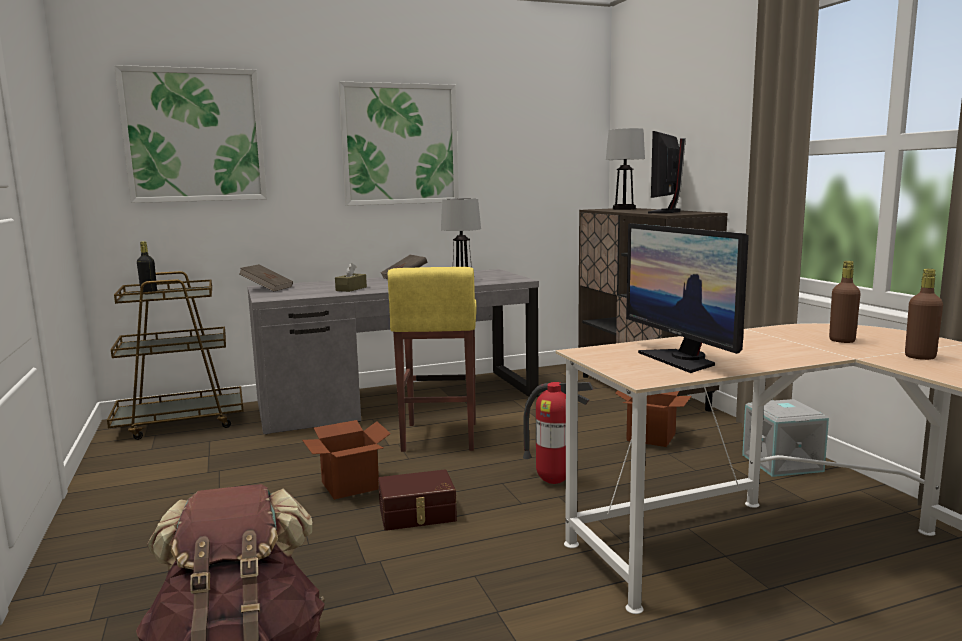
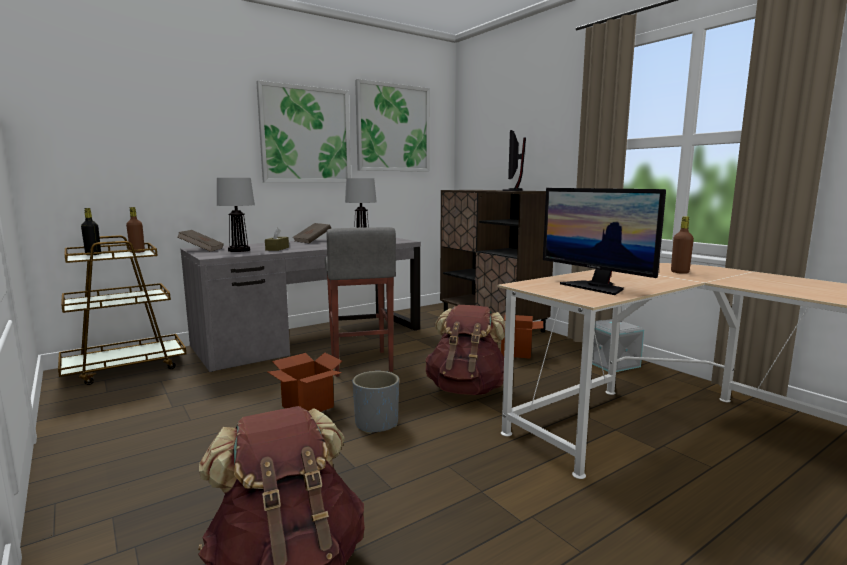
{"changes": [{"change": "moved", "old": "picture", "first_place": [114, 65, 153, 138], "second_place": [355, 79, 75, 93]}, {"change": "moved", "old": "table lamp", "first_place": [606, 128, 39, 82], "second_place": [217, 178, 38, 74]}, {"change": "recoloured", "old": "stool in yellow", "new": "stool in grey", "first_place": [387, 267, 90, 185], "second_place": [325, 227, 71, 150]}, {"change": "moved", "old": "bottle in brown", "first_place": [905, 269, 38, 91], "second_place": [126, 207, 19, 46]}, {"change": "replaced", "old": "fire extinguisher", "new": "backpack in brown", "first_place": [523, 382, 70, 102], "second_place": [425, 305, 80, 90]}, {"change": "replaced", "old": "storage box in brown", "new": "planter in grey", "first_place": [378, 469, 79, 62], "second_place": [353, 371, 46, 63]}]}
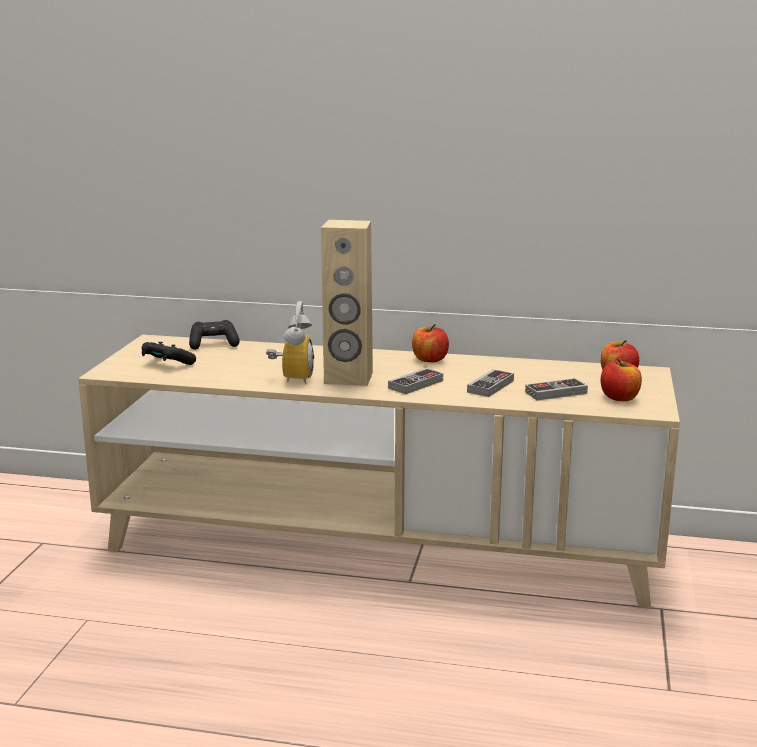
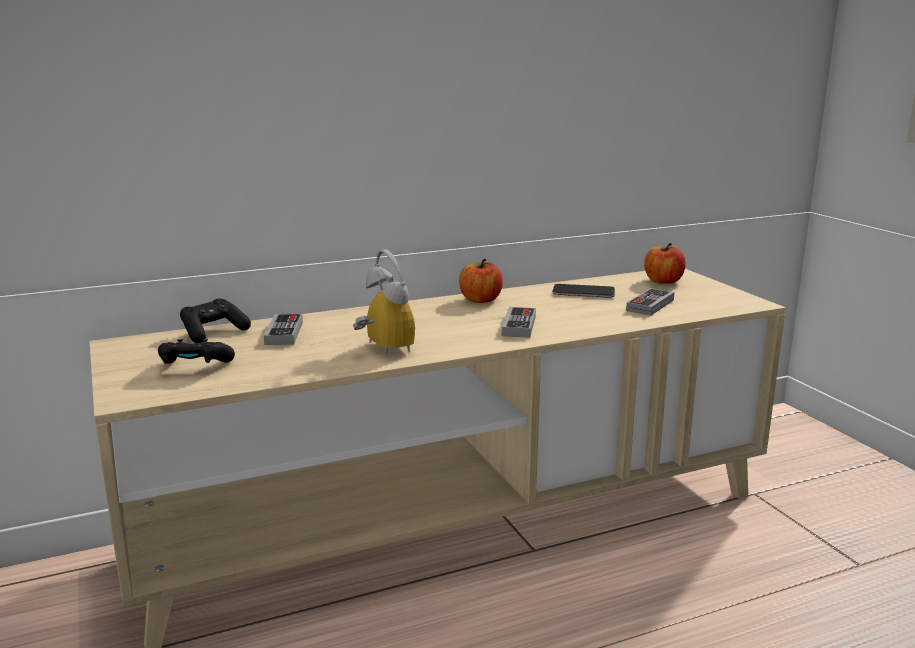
{"changes": [{"change": "removed", "old": "speaker in beige", "first_place": [321, 220, 52, 166]}, {"change": "removed", "old": "apple", "first_place": [601, 359, 41, 42]}, {"change": "moved", "old": "game controller", "first_place": [467, 369, 47, 28], "second_place": [264, 314, 39, 31]}, {"change": "added", "new": "phone", "second_place": [553, 284, 62, 14]}]}
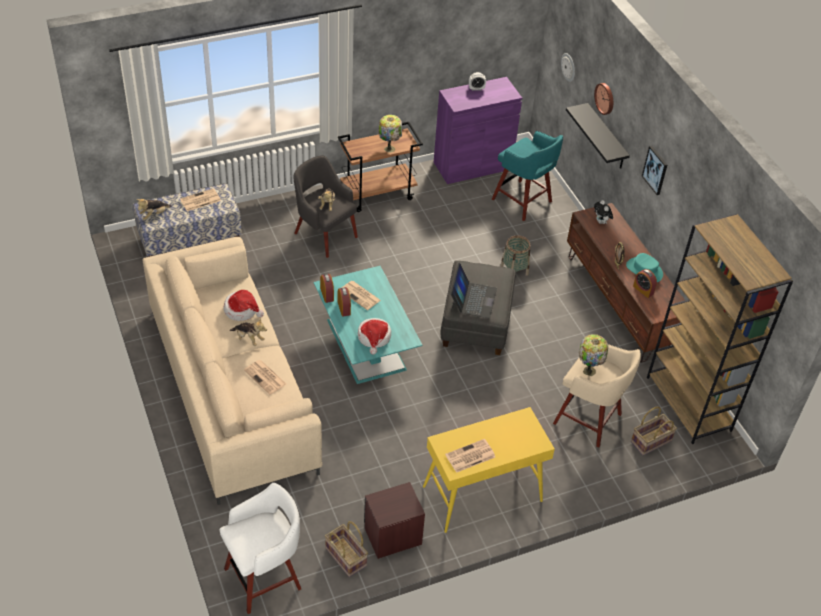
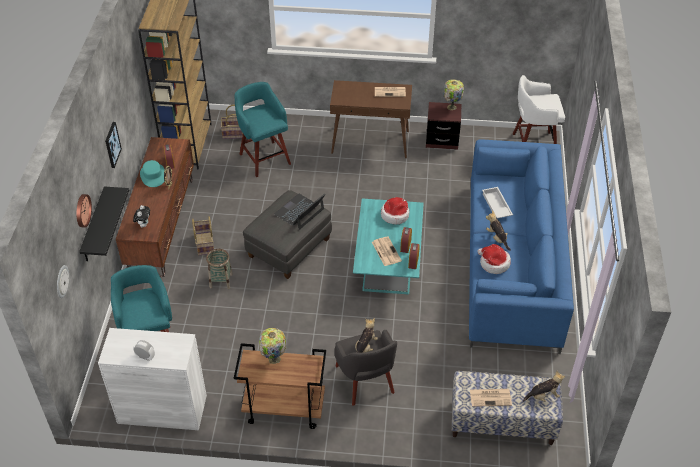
{"changes": [{"change": "recoloured", "old": "cabinet in purple", "new": "cabinet in white", "first_place": [434, 77, 88, 107], "second_place": [98, 328, 109, 102]}, {"change": "recoloured", "old": "sofa in beige", "new": "sofa in blue", "first_place": [142, 237, 180, 268], "second_place": [469, 139, 105, 215]}, {"change": "moved", "old": "table lamp", "first_place": [579, 334, 29, 42], "second_place": [443, 79, 21, 31]}, {"change": "recoloured", "old": "stool in beige", "new": "stool in turquoise", "first_place": [553, 344, 88, 104], "second_place": [234, 82, 57, 95]}, {"change": "replaced", "old": "newspaper", "new": "tray in white", "first_place": [244, 360, 42, 35], "second_place": [482, 187, 31, 31]}, {"change": "recoloured", "old": "console table in yellow", "new": "console table in brown", "first_place": [423, 407, 132, 126], "second_place": [330, 80, 82, 78]}, {"change": "moved", "old": "basket", "first_place": [325, 521, 43, 56], "second_place": [192, 216, 22, 40]}]}
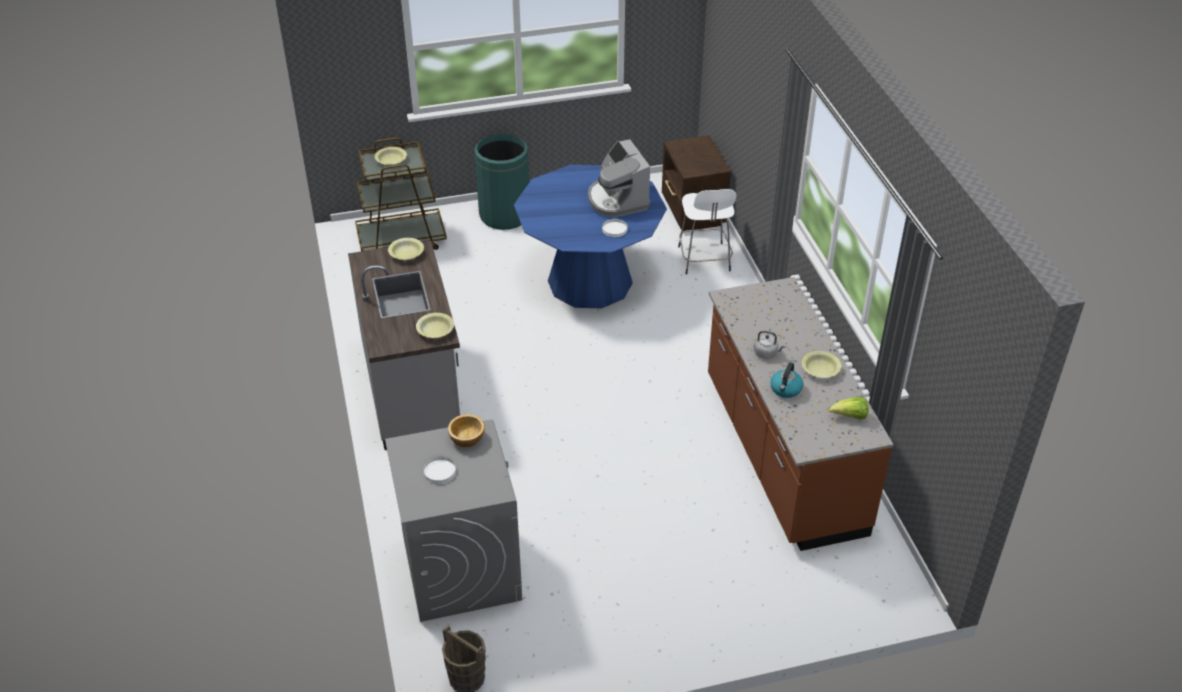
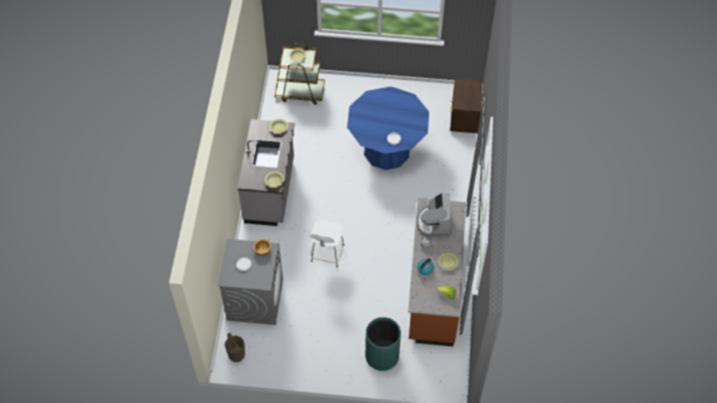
{"changes": [{"change": "moved", "old": "trash can in green", "first_place": [475, 134, 54, 96], "second_place": [365, 317, 36, 54]}, {"change": "moved", "old": "coffee machine", "first_place": [588, 139, 63, 78], "second_place": [417, 193, 34, 43]}, {"change": "moved", "old": "stool in white", "first_place": [678, 189, 58, 85], "second_place": [310, 220, 34, 48]}]}
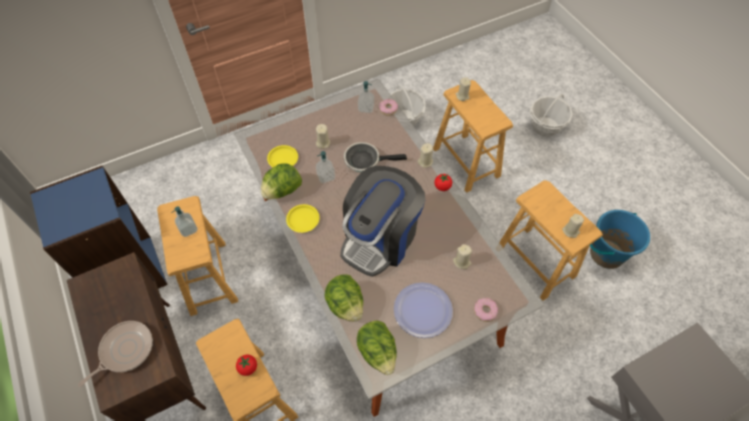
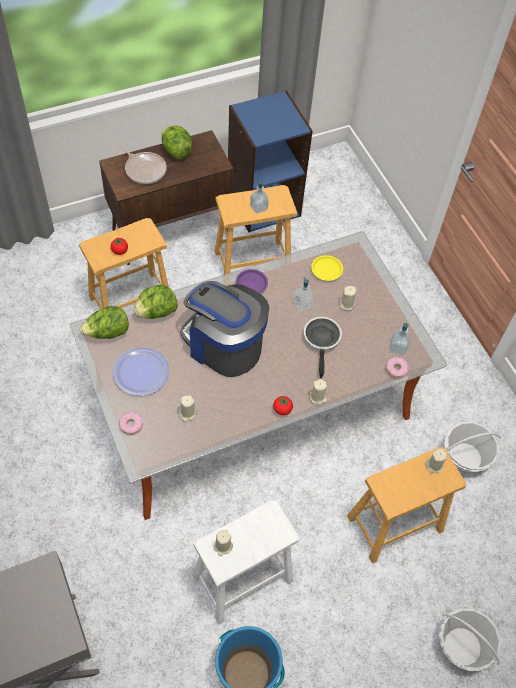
{"changes": [{"change": "moved", "old": "lettuce", "first_place": [261, 163, 41, 36], "second_place": [161, 125, 32, 34]}, {"change": "recoloured", "old": "stool in brown", "new": "stool in white", "first_place": [499, 180, 104, 121], "second_place": [192, 500, 108, 124]}, {"change": "recoloured", "old": "plate in yellow", "new": "plate in purple", "first_place": [286, 204, 34, 29], "second_place": [236, 269, 32, 24]}]}
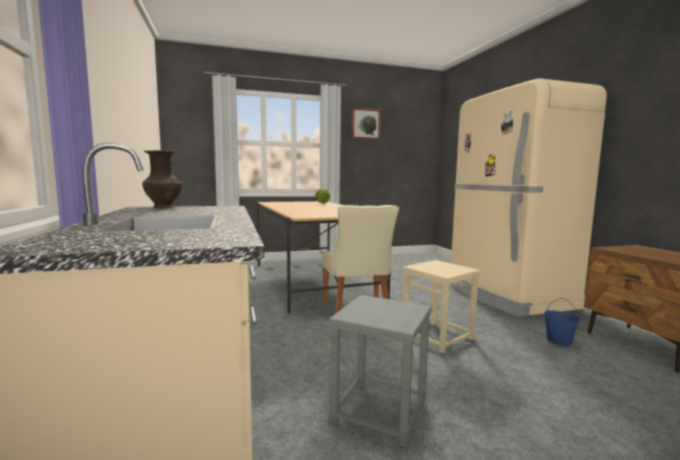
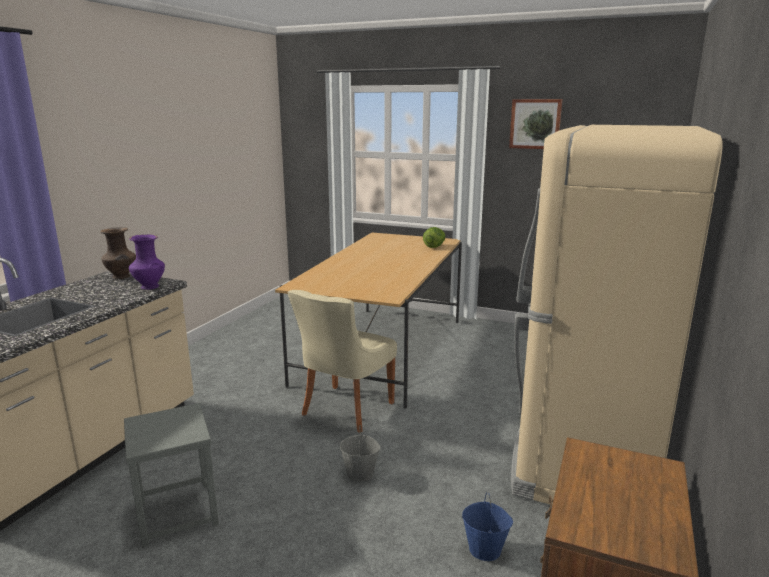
{"changes": [{"change": "replaced", "old": "stool in beige", "new": "bucket in grey", "first_place": [403, 260, 77, 93], "second_place": [340, 425, 41, 57]}, {"change": "added", "new": "vase in purple", "second_place": [129, 234, 36, 56]}]}
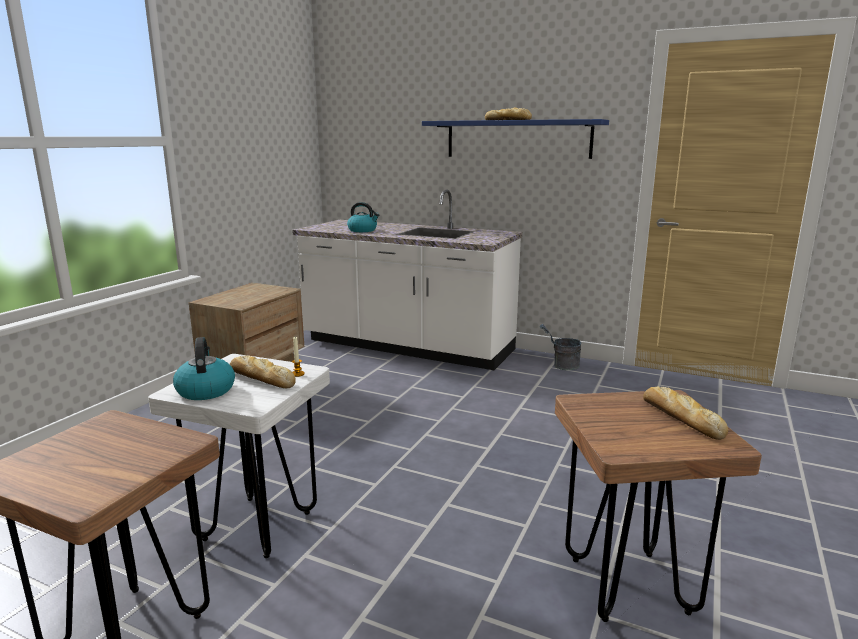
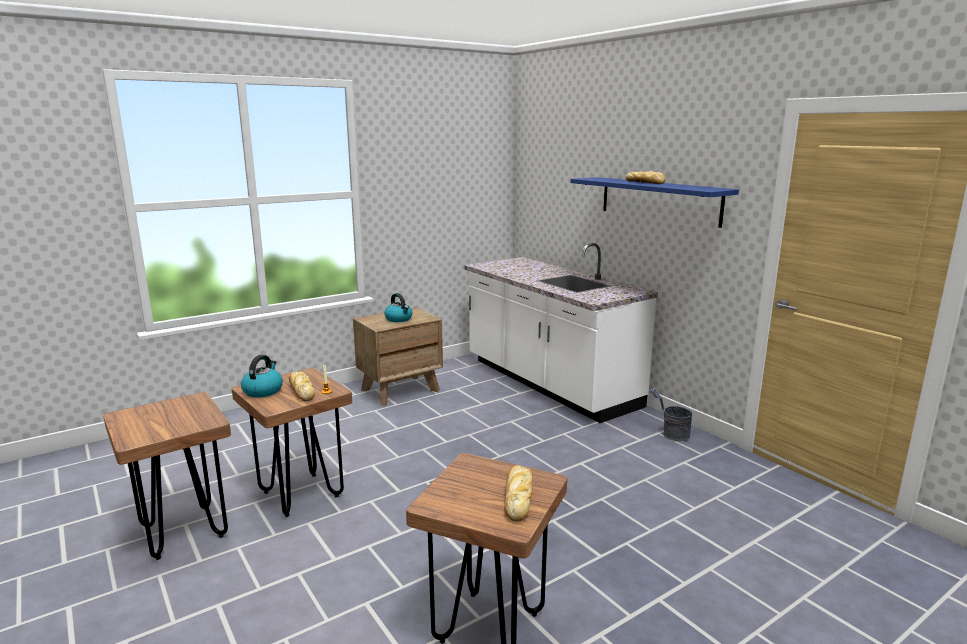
{"changes": [{"change": "moved", "old": "kettle", "first_place": [347, 202, 33, 30], "second_place": [384, 293, 28, 29]}, {"change": "recoloured", "old": "stool in white", "new": "stool in brown", "first_place": [148, 354, 182, 204], "second_place": [232, 368, 120, 149]}]}
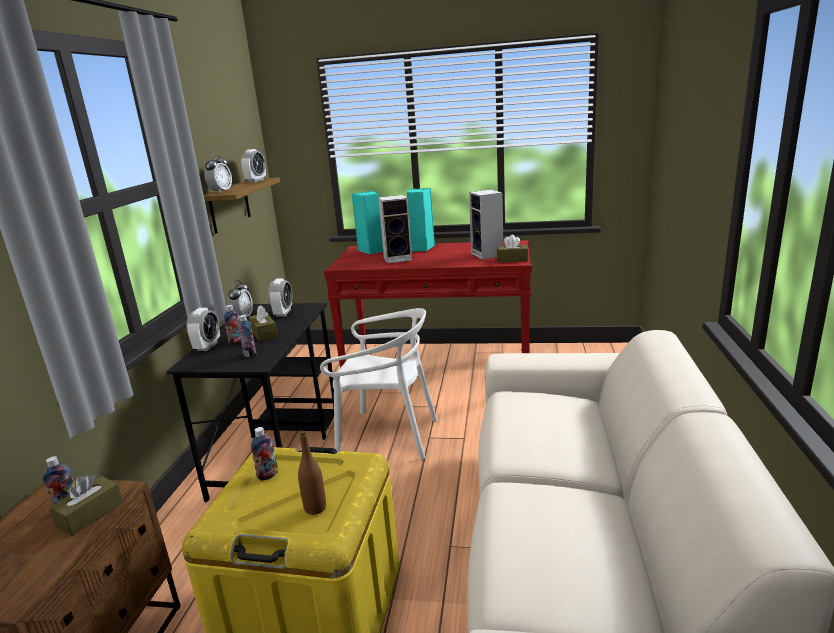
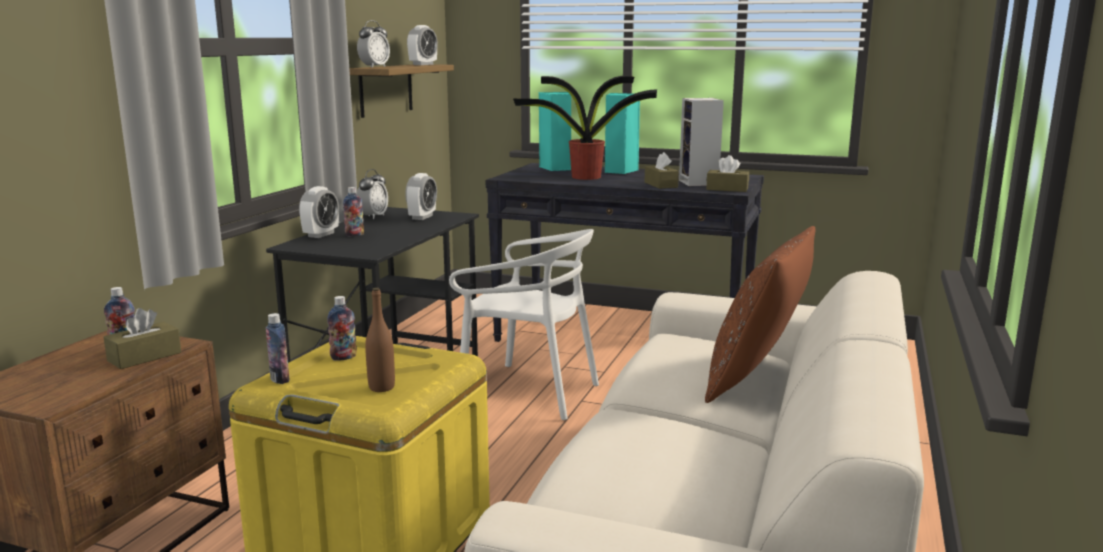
{"changes": [{"change": "replaced", "old": "speaker", "new": "potted plant", "first_place": [378, 195, 34, 68], "second_place": [513, 75, 144, 105]}, {"change": "recoloured", "old": "console table in red", "new": "console table in black", "first_place": [324, 240, 208, 128], "second_place": [486, 163, 278, 179]}, {"change": "moved", "old": "tissue box in brown", "first_place": [249, 305, 29, 37], "second_place": [645, 152, 34, 37]}, {"change": "moved", "old": "bottle", "first_place": [238, 315, 19, 42], "second_place": [265, 313, 25, 71]}, {"change": "added", "new": "pillow in brown", "second_place": [705, 226, 111, 177]}]}
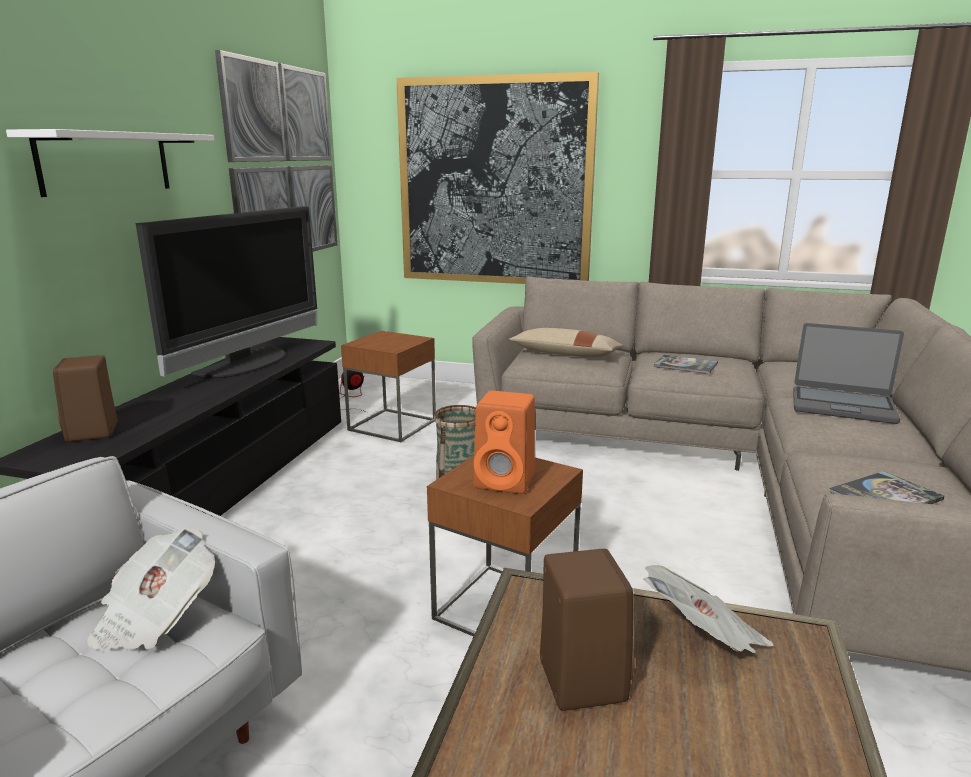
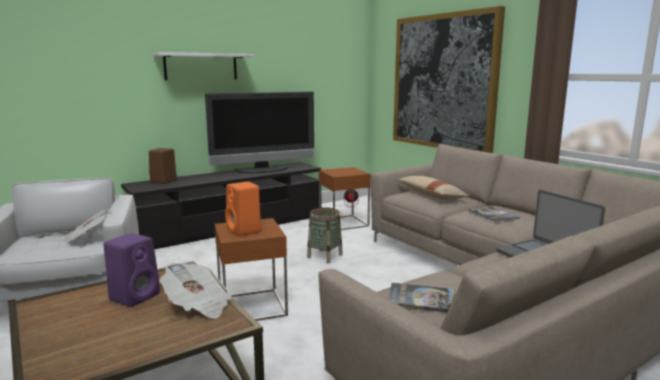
{"changes": [{"change": "removed", "old": "picture", "first_place": [215, 50, 122, 202]}, {"change": "recoloured", "old": "speaker in brown", "new": "speaker in purple", "first_place": [540, 549, 95, 162], "second_place": [104, 233, 56, 74]}]}
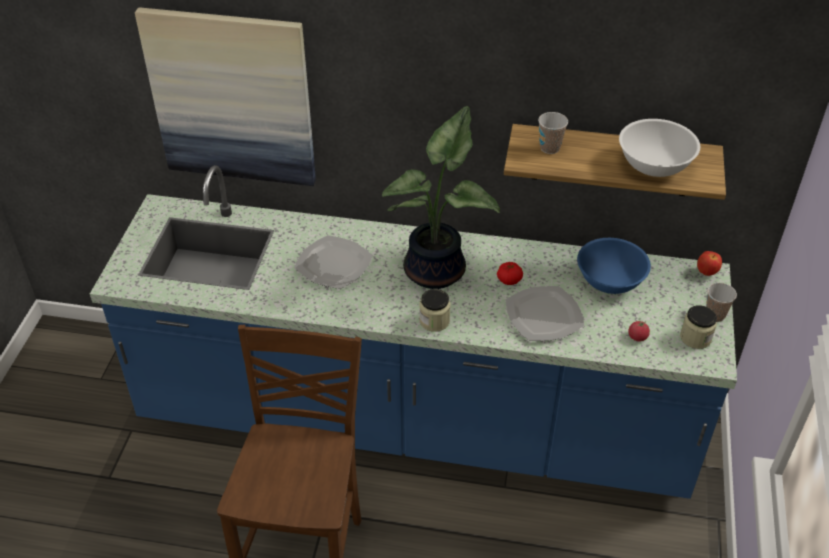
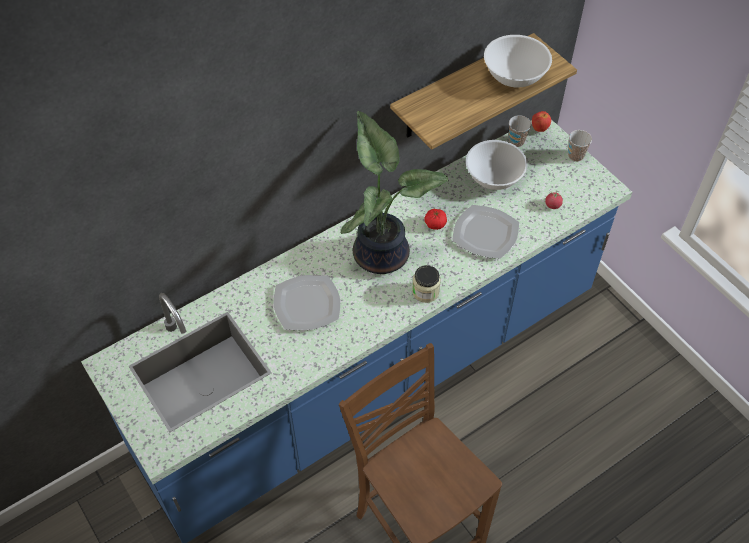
{"changes": [{"change": "removed", "old": "picture", "first_place": [135, 7, 181, 179]}, {"change": "moved", "old": "cup", "first_place": [538, 112, 30, 42], "second_place": [509, 115, 22, 32]}, {"change": "recoloured", "old": "bowl in blue", "new": "bowl in white", "first_place": [577, 238, 74, 56], "second_place": [466, 140, 62, 50]}, {"change": "removed", "old": "jar", "first_place": [680, 305, 37, 44]}]}
